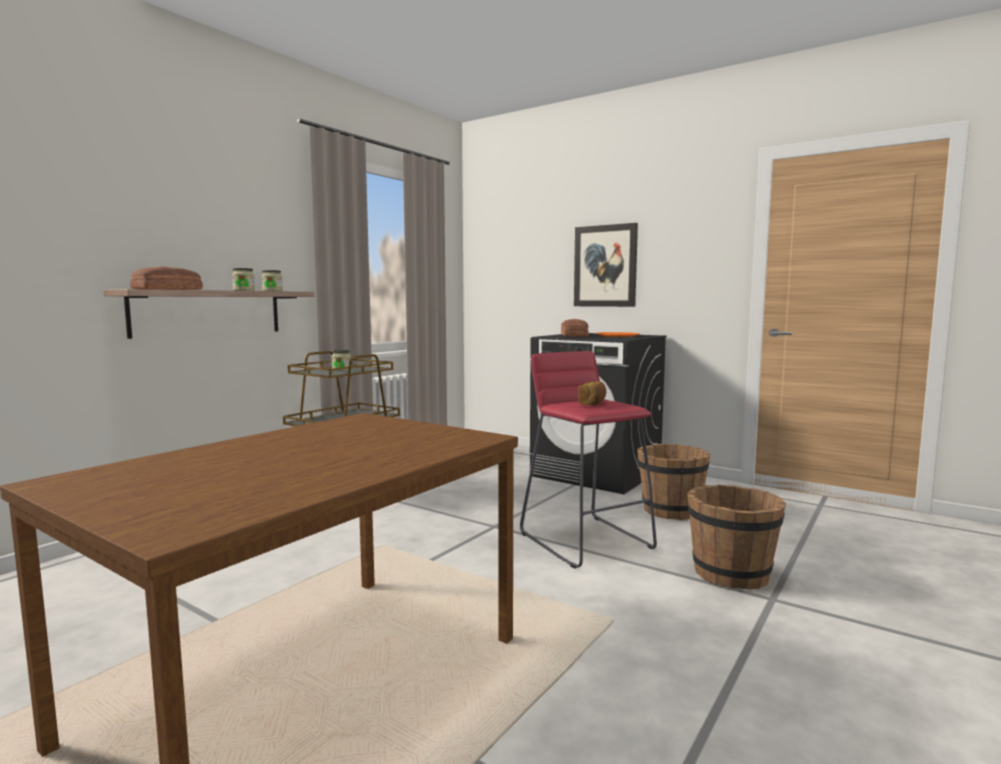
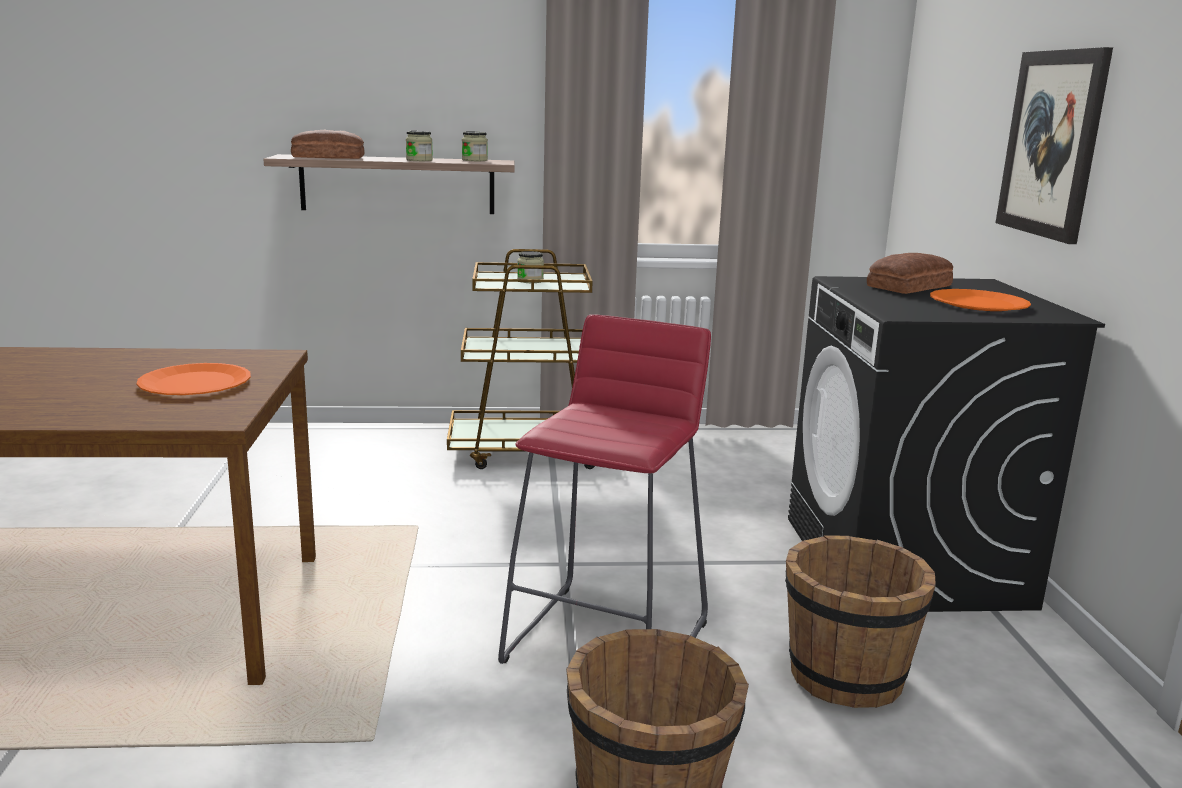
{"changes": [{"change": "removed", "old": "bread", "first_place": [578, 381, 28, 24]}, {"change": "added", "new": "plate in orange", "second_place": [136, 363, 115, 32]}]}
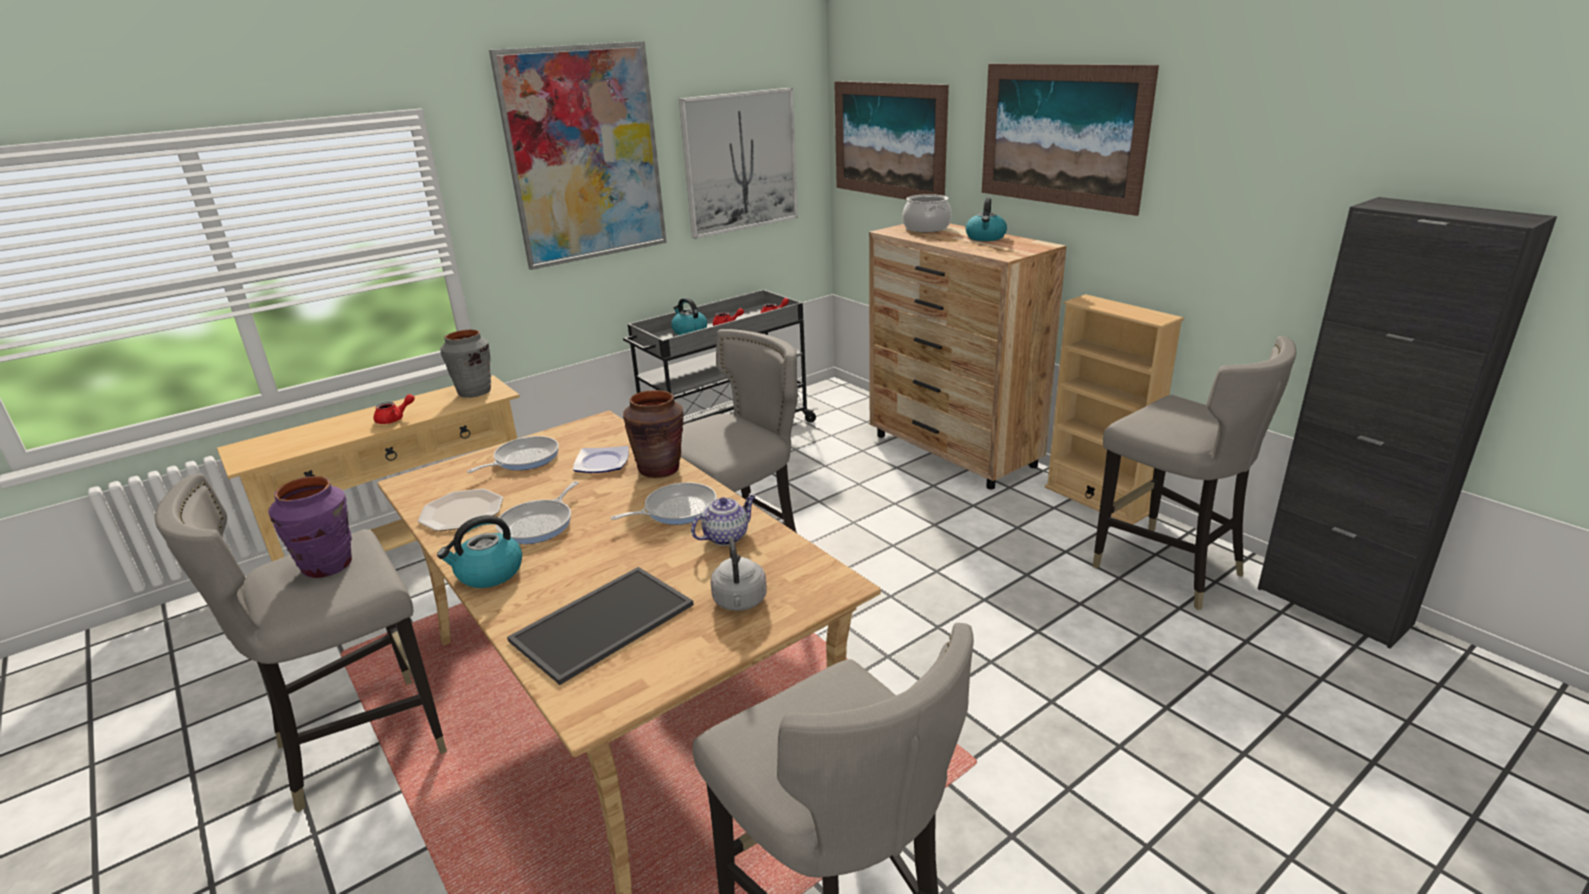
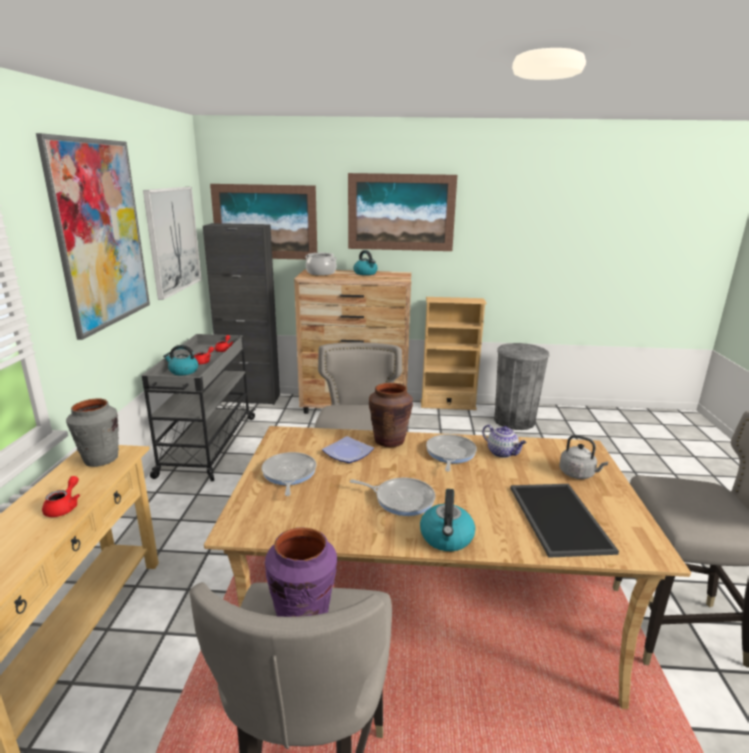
{"changes": [{"change": "moved", "old": "cabinet in black", "first_place": [1258, 197, 299, 452], "second_place": [203, 223, 77, 182]}, {"change": "replaced", "old": "stool in grey", "new": "trash can in grey", "first_place": [1092, 336, 205, 274], "second_place": [494, 343, 56, 87]}, {"change": "turned", "old": "frying pan", "first_place": [496, 481, 83, 63], "second_place": [350, 478, 85, 38], "degrees": -45}, {"change": "removed", "old": "plate", "first_place": [417, 489, 86, 42]}, {"change": "turned", "old": "teapot", "first_place": [691, 495, 64, 51], "second_place": [482, 425, 45, 33], "degrees": 135}]}
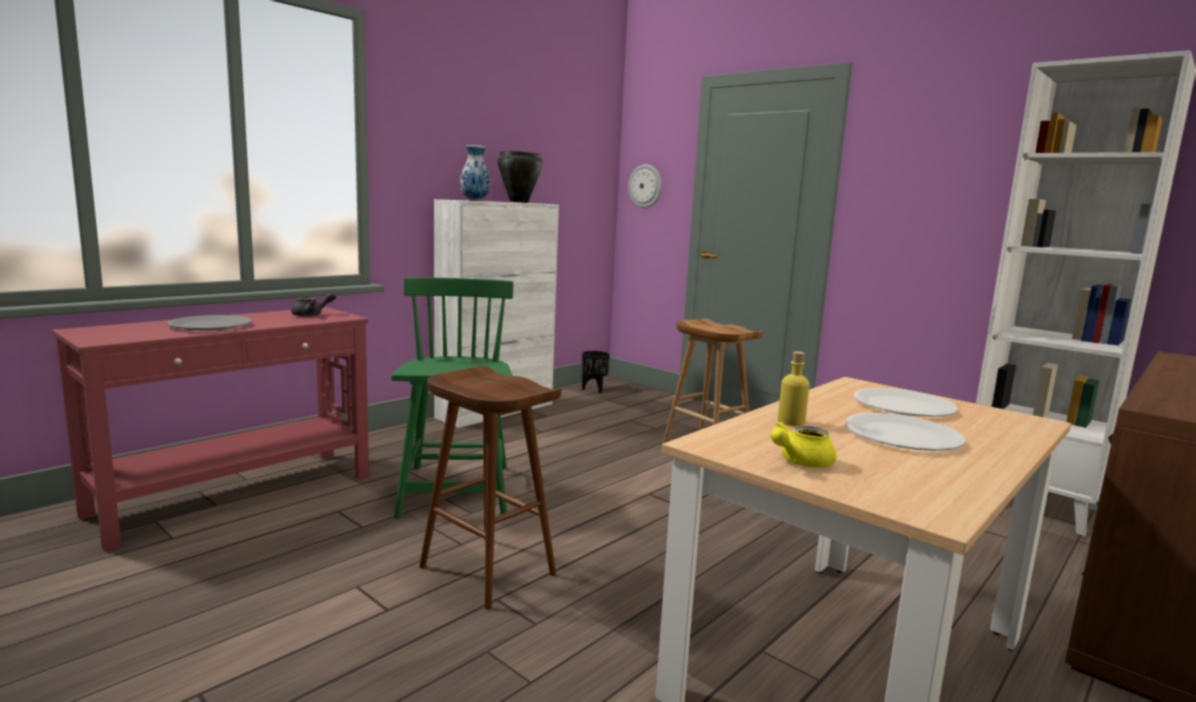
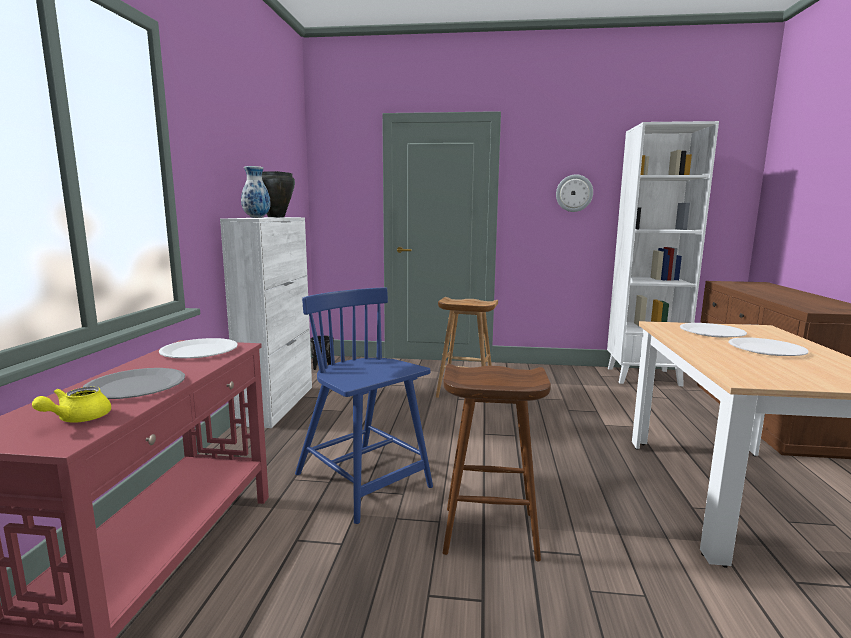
{"changes": [{"change": "moved", "old": "wall clock", "first_place": [628, 164, 34, 44], "second_place": [556, 174, 37, 38]}, {"change": "recoloured", "old": "chair in green", "new": "chair in blue", "first_place": [391, 277, 122, 242], "second_place": [295, 287, 138, 237]}, {"change": "replaced", "old": "teapot in grey", "new": "plate in white", "first_place": [291, 292, 45, 25], "second_place": [159, 338, 79, 20]}, {"change": "removed", "old": "bottle in yellow", "first_place": [778, 351, 32, 75]}, {"change": "moved", "old": "teapot in yellow", "first_place": [770, 421, 66, 47], "second_place": [32, 387, 79, 36]}]}
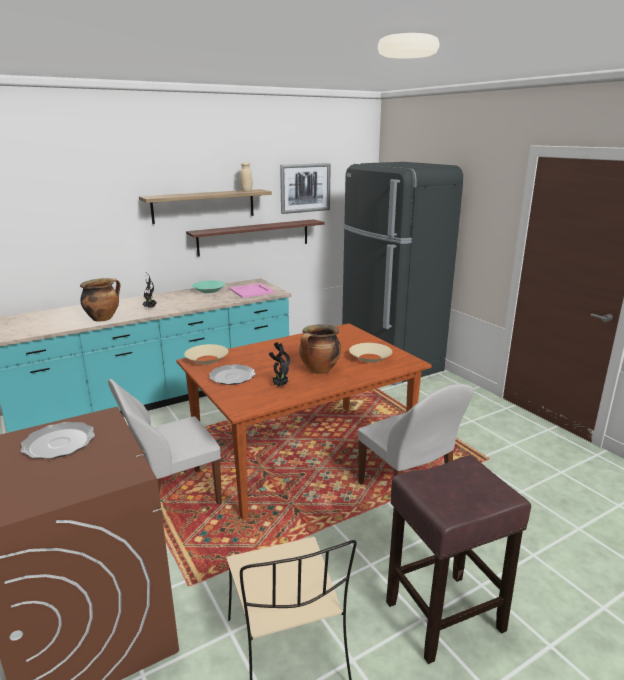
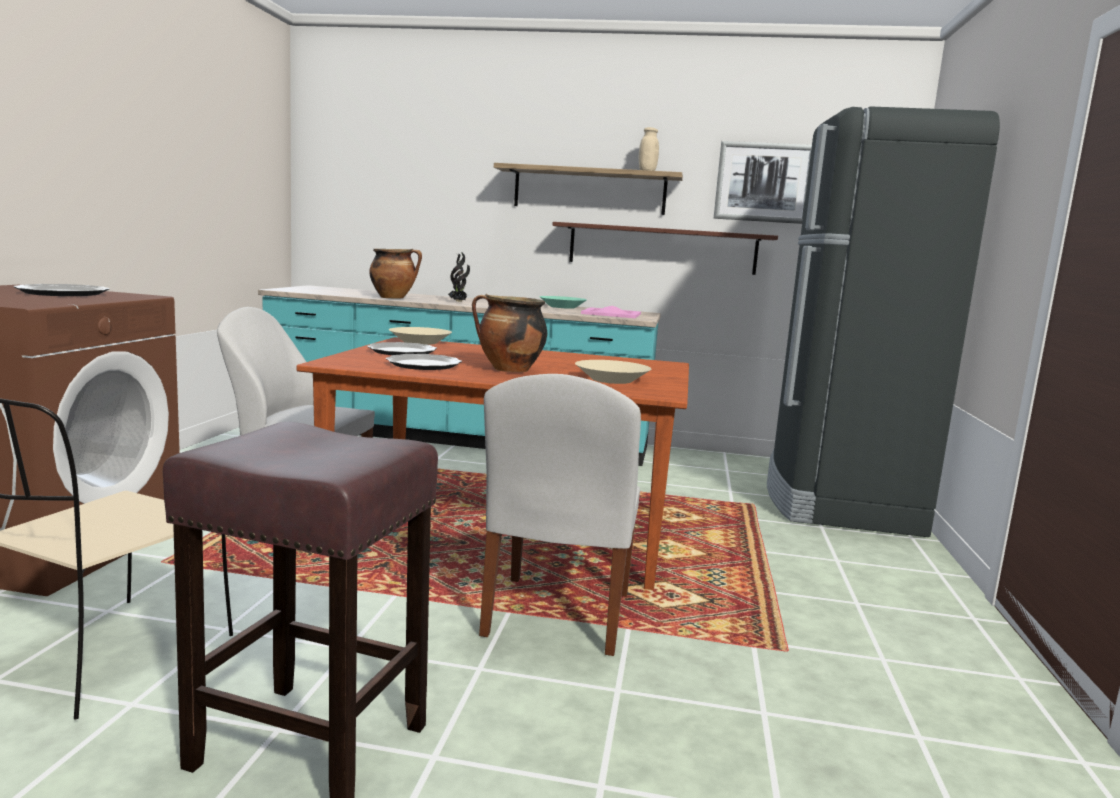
{"changes": [{"change": "replaced", "old": "potted plant", "new": "plate", "first_place": [269, 343, 21, 44], "second_place": [386, 354, 76, 16]}]}
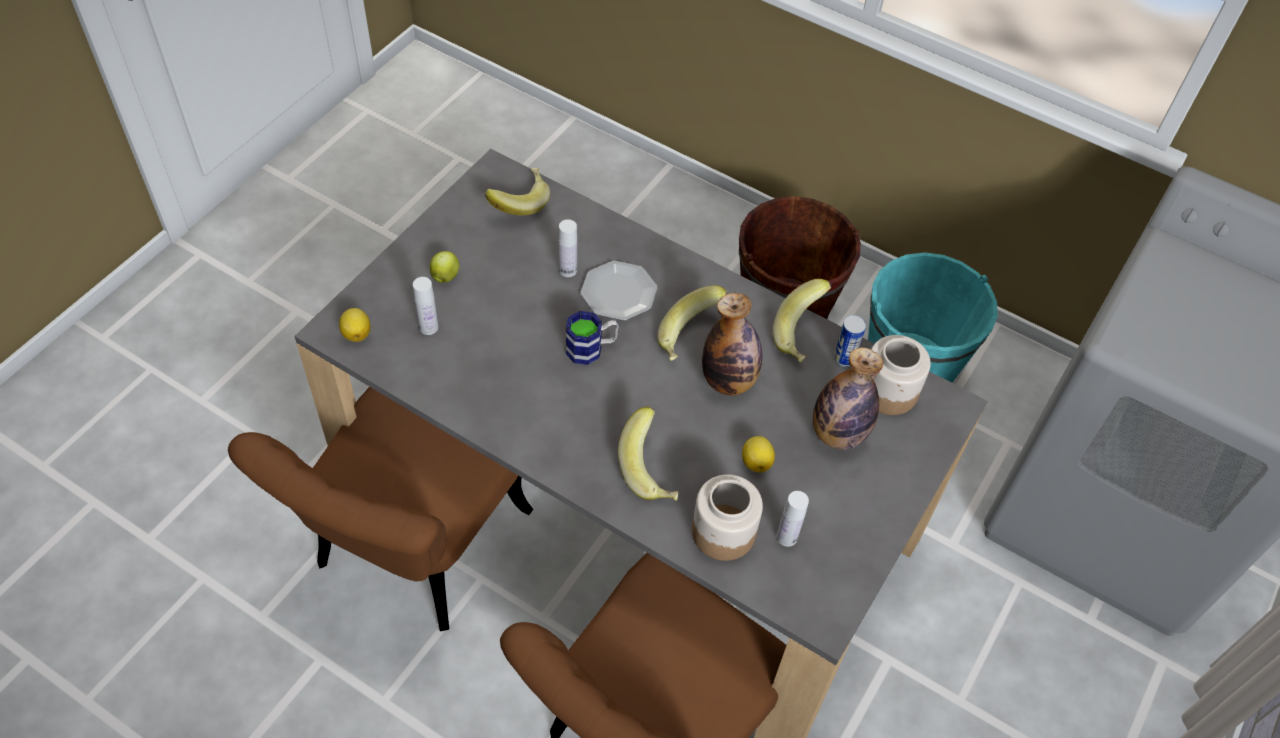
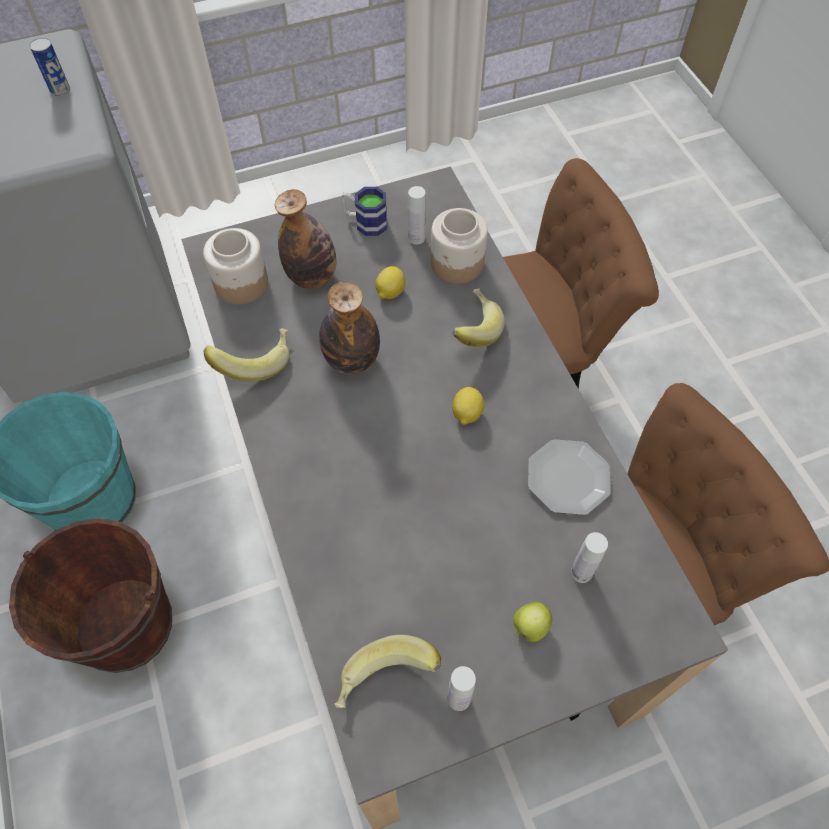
{"changes": [{"change": "moved", "old": "bottle in white", "first_place": [559, 219, 18, 58], "second_place": [447, 666, 29, 45]}, {"change": "moved", "old": "plate", "first_place": [580, 261, 77, 60], "second_place": [528, 439, 83, 76]}, {"change": "removed", "old": "banana", "first_place": [657, 285, 71, 76]}, {"change": "moved", "old": "lemon", "first_place": [339, 308, 31, 34], "second_place": [452, 387, 32, 38]}, {"change": "moved", "old": "mug", "first_place": [566, 311, 53, 54], "second_place": [341, 187, 46, 49]}, {"change": "moved", "old": "can", "first_place": [834, 315, 32, 52], "second_place": [30, 38, 40, 58]}]}
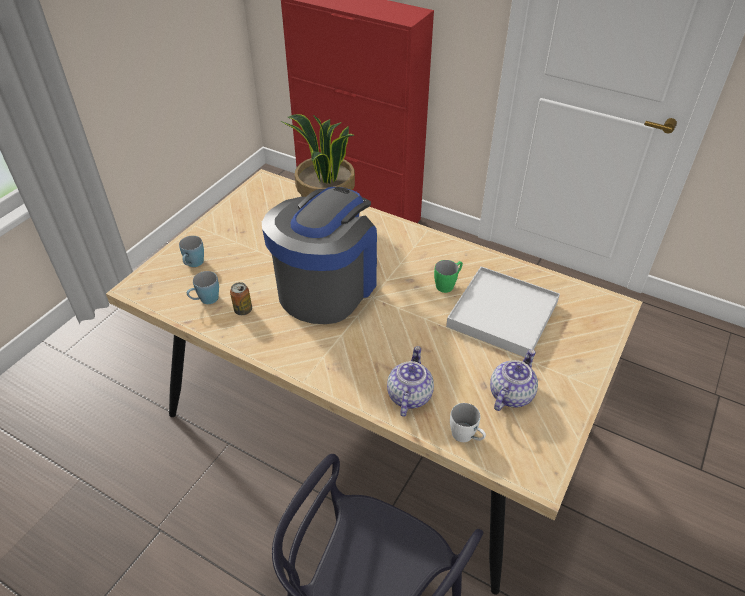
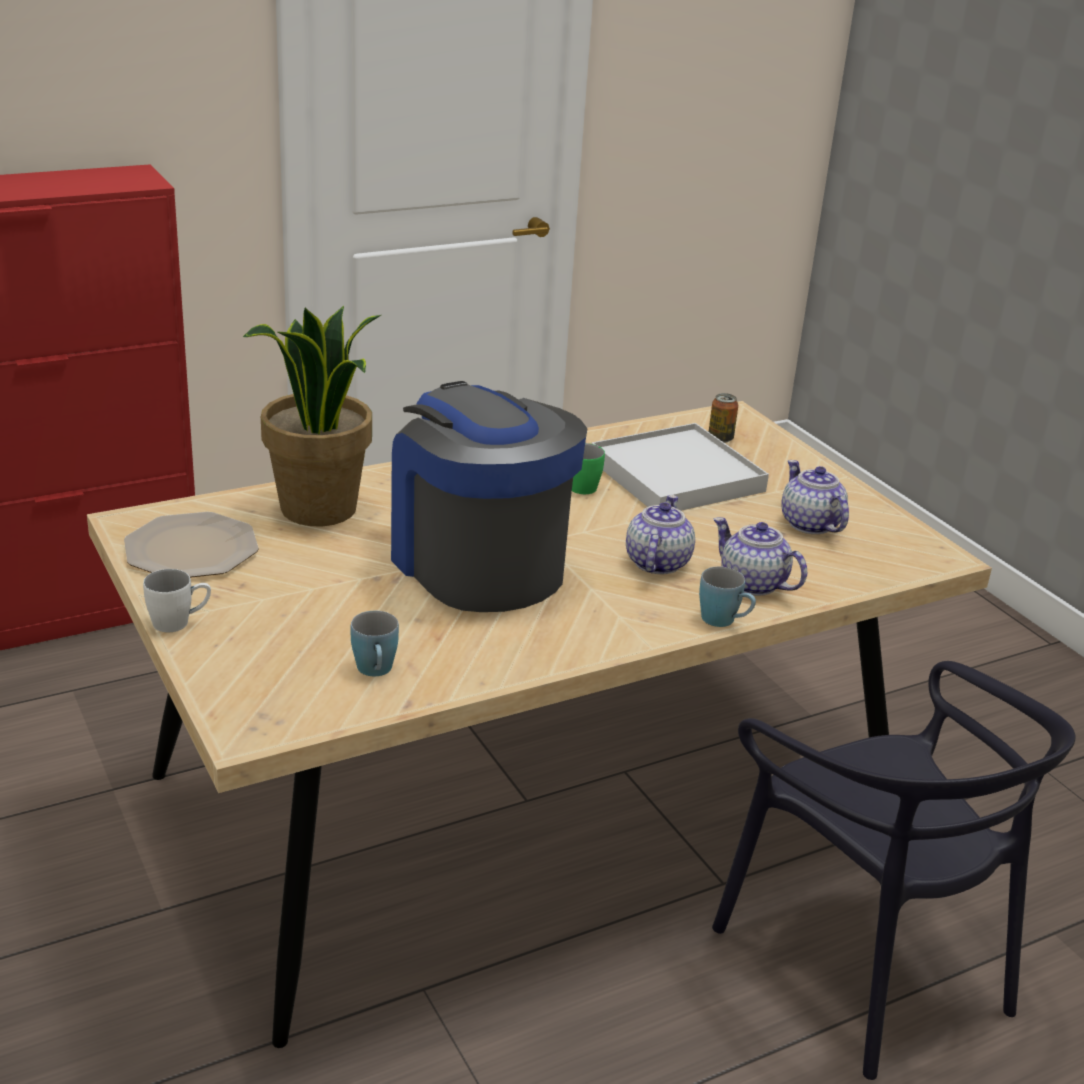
{"changes": [{"change": "moved", "old": "mug in blue", "first_place": [179, 236, 25, 31], "second_place": [699, 566, 57, 61]}, {"change": "moved", "old": "can", "first_place": [230, 282, 22, 33], "second_place": [709, 393, 29, 50]}, {"change": "moved", "old": "mug in white", "first_place": [450, 403, 36, 39], "second_place": [143, 569, 68, 63]}, {"change": "added", "new": "teapot", "second_place": [626, 495, 69, 79]}, {"change": "added", "new": "plate", "second_place": [124, 512, 135, 66]}]}
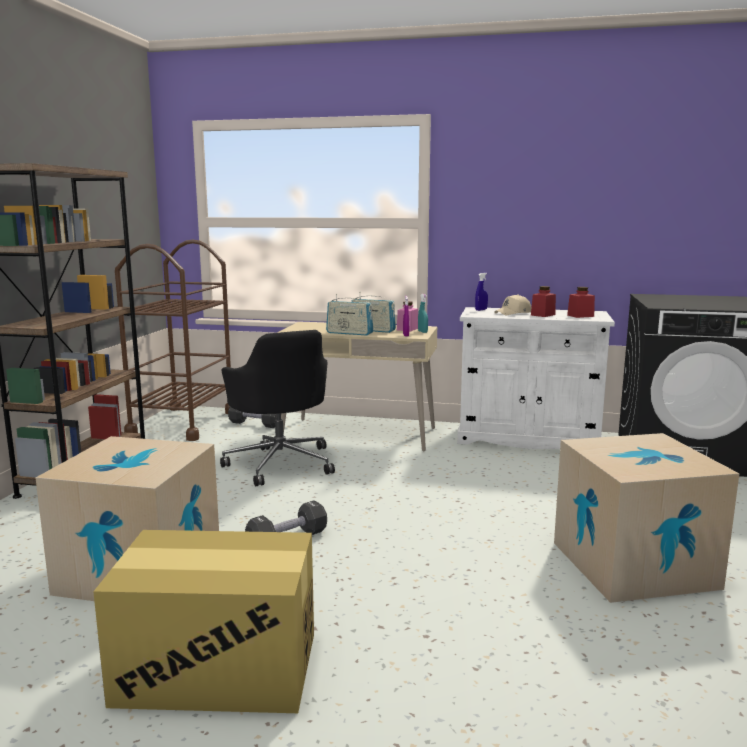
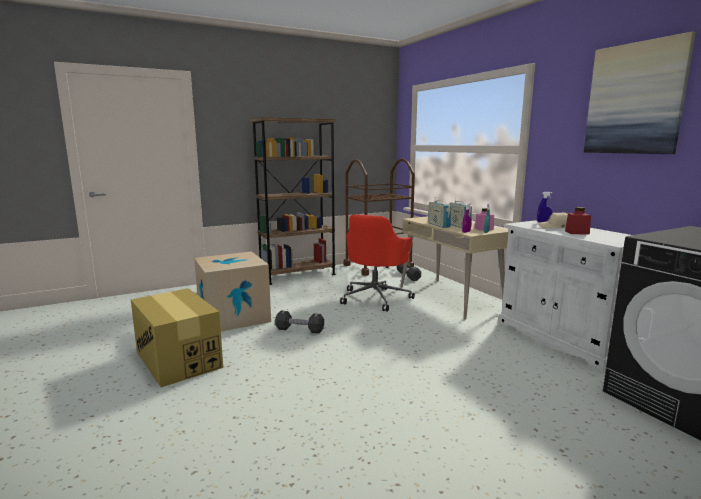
{"changes": [{"change": "removed", "old": "jar in red", "first_place": [567, 287, 28, 31]}, {"change": "recoloured", "old": "office chair in black", "new": "office chair in red", "first_place": [220, 330, 115, 156], "second_place": [340, 214, 75, 98]}, {"change": "removed", "old": "cardboard box", "first_place": [554, 433, 185, 170]}, {"change": "added", "new": "picture", "second_place": [584, 32, 111, 122]}]}
